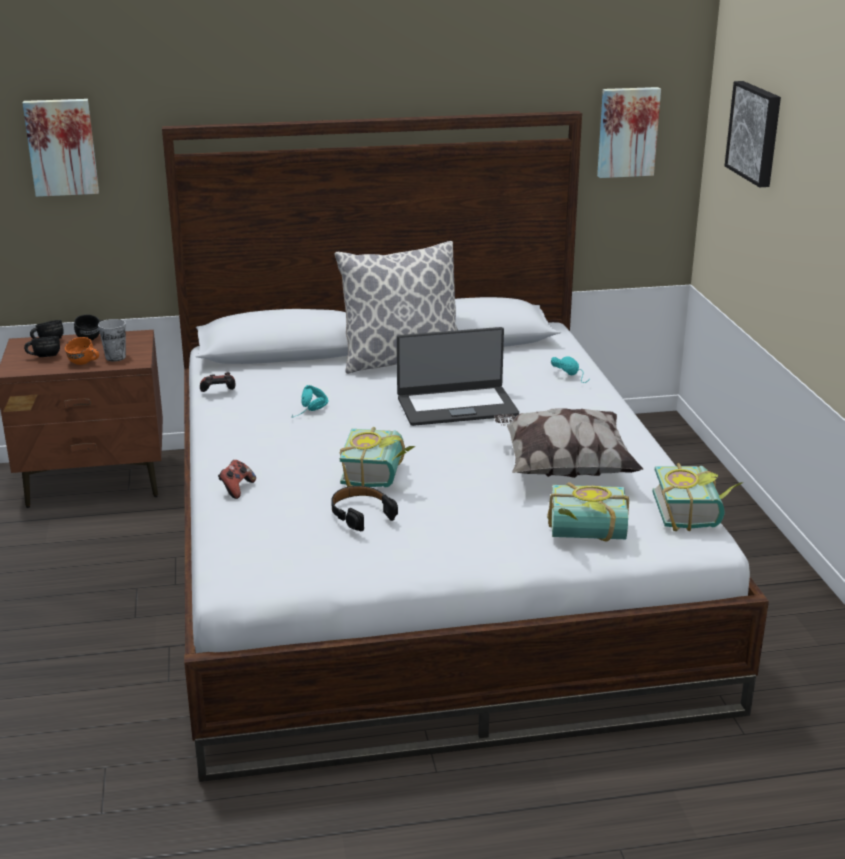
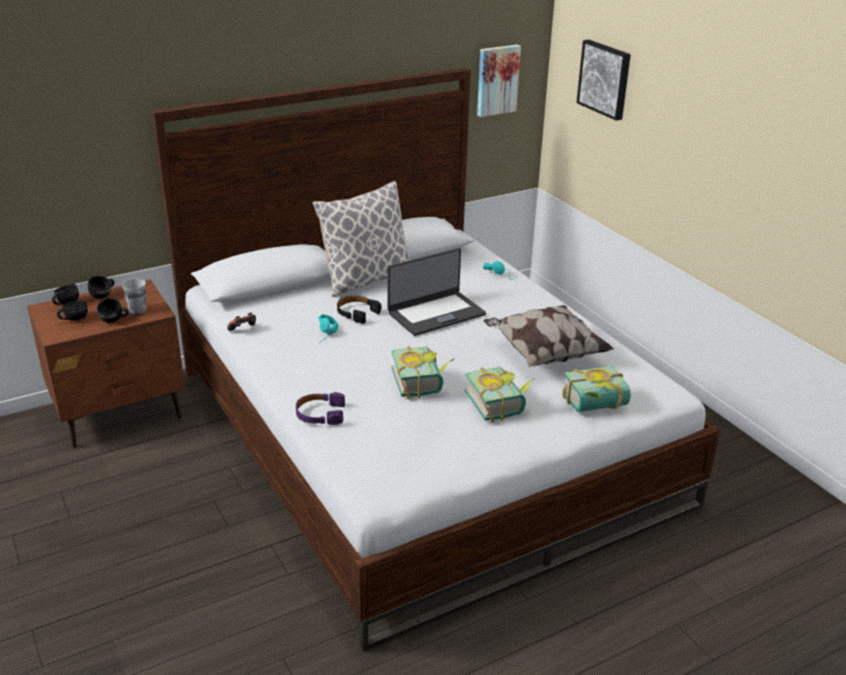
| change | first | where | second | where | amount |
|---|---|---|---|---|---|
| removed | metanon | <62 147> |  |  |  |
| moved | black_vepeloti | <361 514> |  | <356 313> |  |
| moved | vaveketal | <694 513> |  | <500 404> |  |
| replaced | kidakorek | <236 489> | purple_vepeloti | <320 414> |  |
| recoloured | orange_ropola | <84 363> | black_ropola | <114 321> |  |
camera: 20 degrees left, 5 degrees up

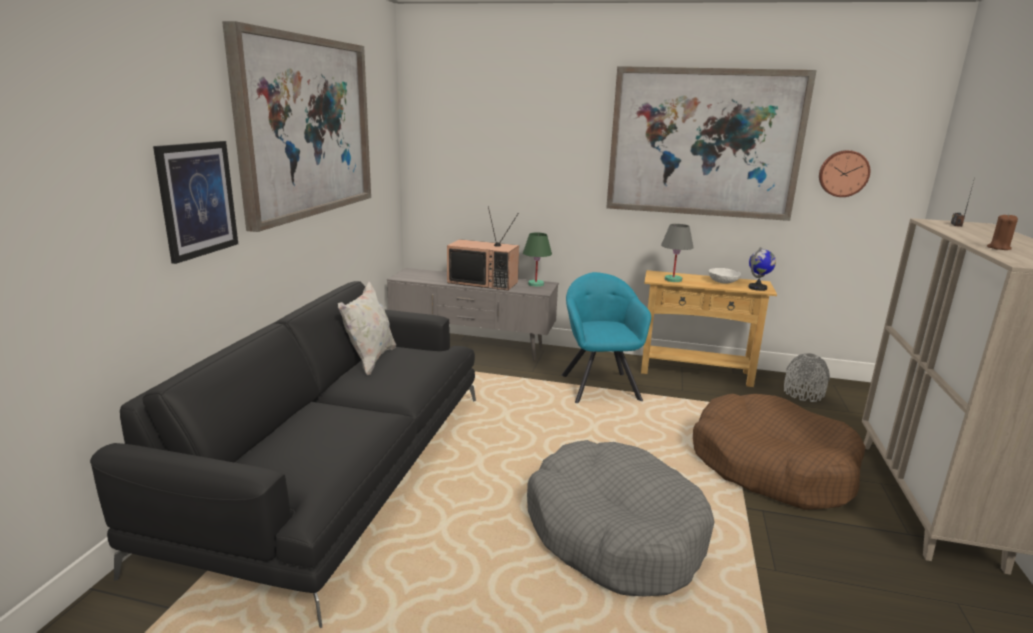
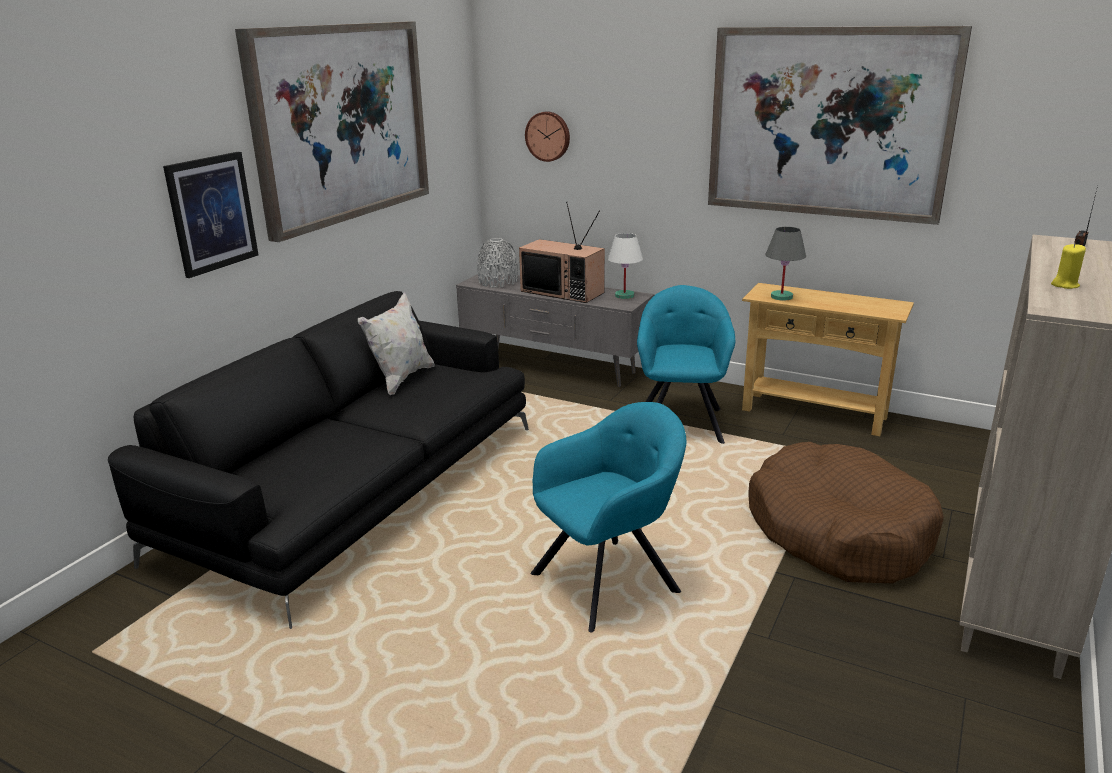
| change | first | where | second | where | amount |
|---|---|---|---|---|---|
| removed | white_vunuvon | <723 282> |  |  |  |
| removed | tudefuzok | <757 288> |  |  |  |
| moved | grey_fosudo | <803 393> |  | <498 282> |  |
| moved | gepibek | <843 173> |  | <548 136> |  |
| replaced | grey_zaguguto | <614 533> | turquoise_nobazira | <609 581> |  |
| recoloured | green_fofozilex | <536 284> | white_fofozilex | <625 295> |  |
| recoloured | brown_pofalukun | <998 248> | yellow_pofalukun | <1065 285> |  |
camera: 15 degrees right, 5 degrees up

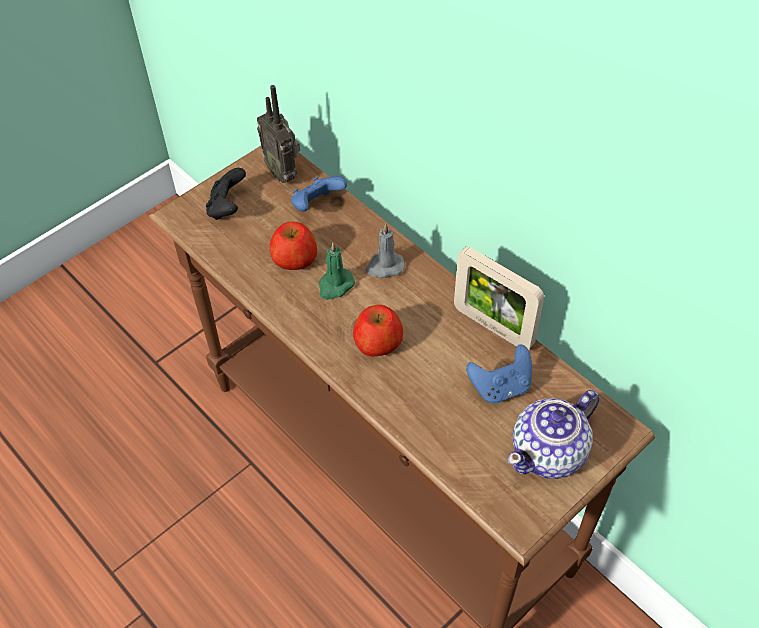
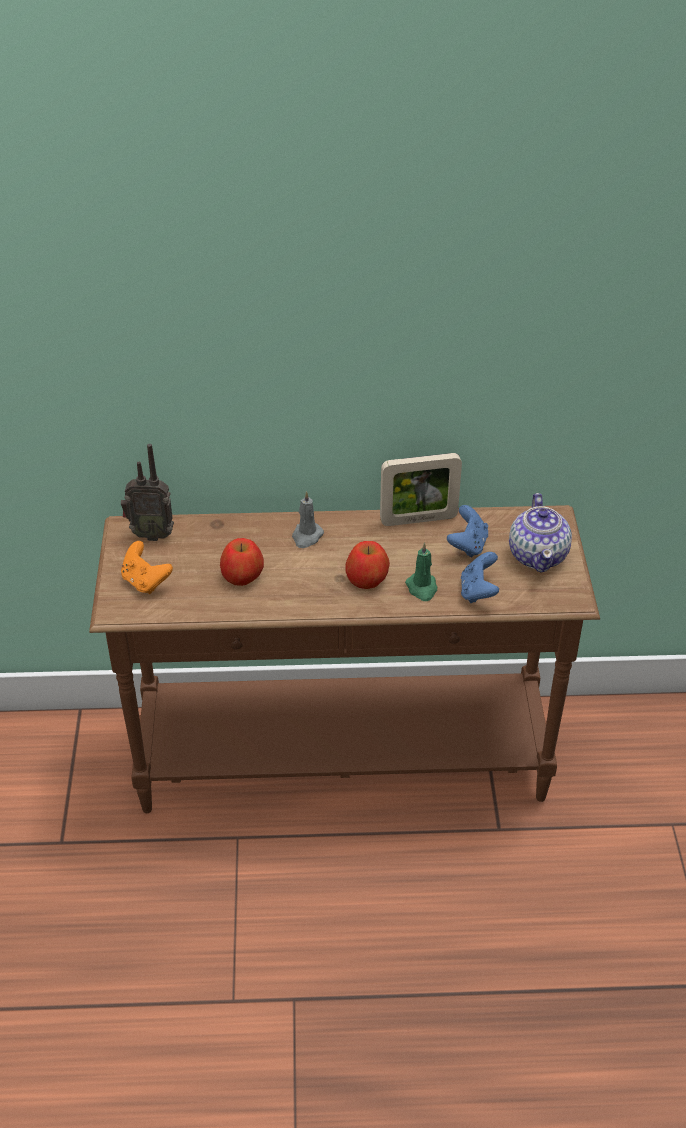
| change | first | where | second | where | amount |
|---|---|---|---|---|---|
| moved | blue_kidakorek | <317 205> |  | <478 591> |  |
| moved | green_pofalukun | <335 286> |  | <422 588> |  |
| recoloured | black_kidakorek | <227 208> | orange_kidakorek | <145 582> |  |
camera: 50 degrees left, 10 degrees down

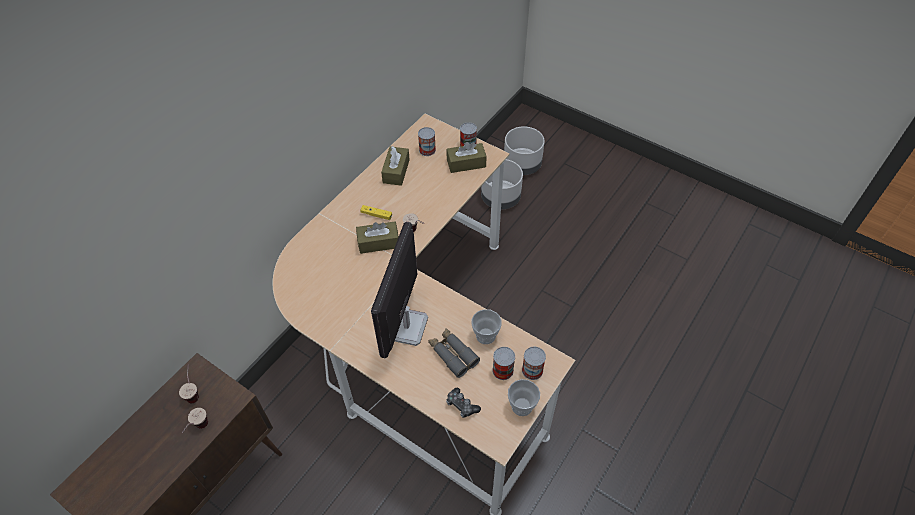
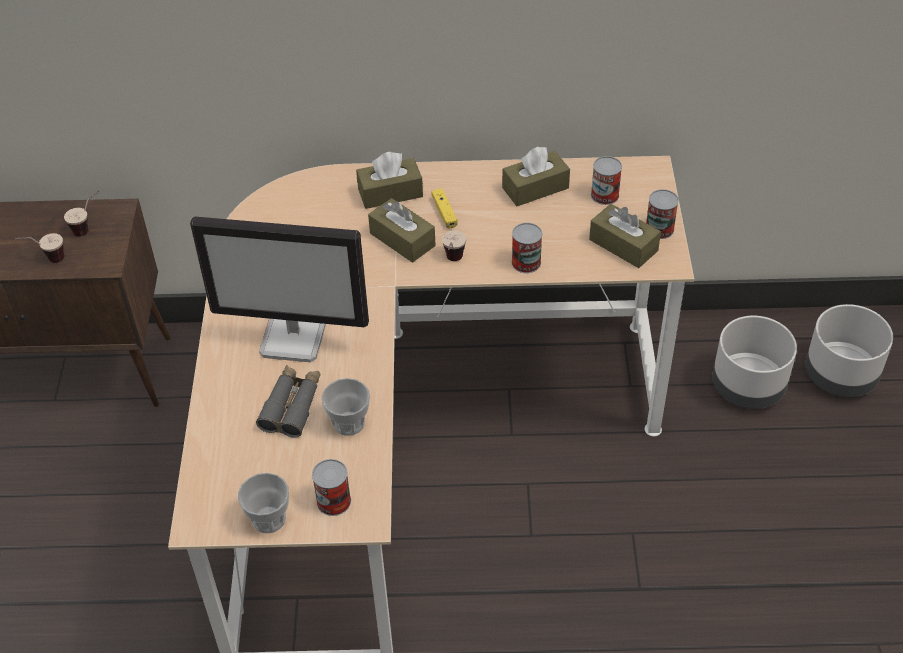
| change | first | where | second | where | amount |
|---|---|---|---|---|---|
| removed | kidakorek | <461 405> |  |  |  |
| added |  |  | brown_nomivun | <390 193> |  |
| moved | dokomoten | <502 370> |  | <526 262> |  |
| turned | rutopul | <405 328> |  | <295 338> | 150 degrees counterclockwise |
camera: 55 degrees right, 5 degrees down

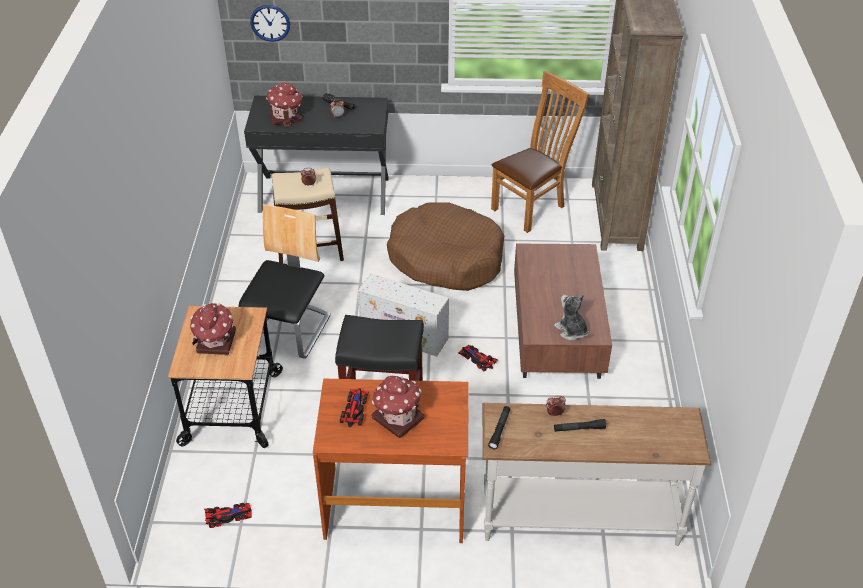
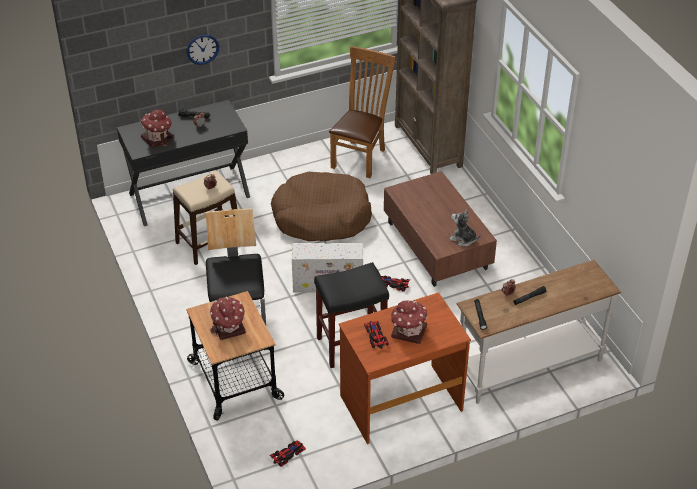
| change | first | where | second | where | amount |
|---|---|---|---|---|---|
| moved | gepibek | <270 23> |  | <202 49> |  |
camera: 25 degrees left, 0 degrees up

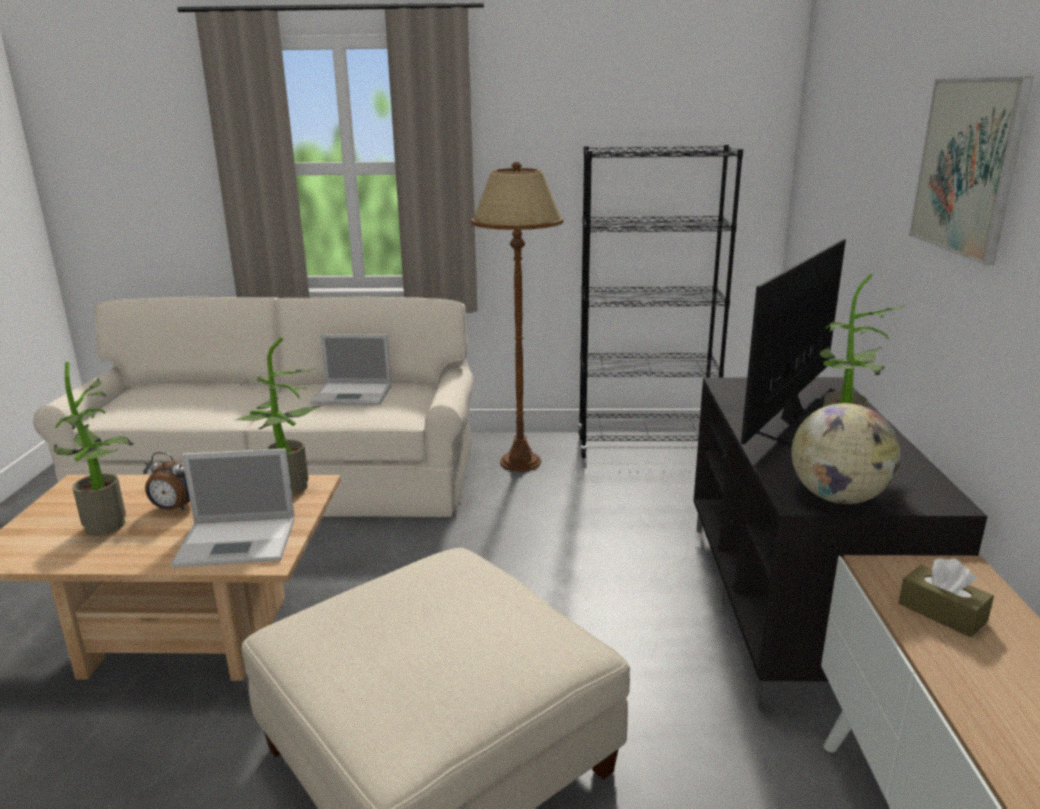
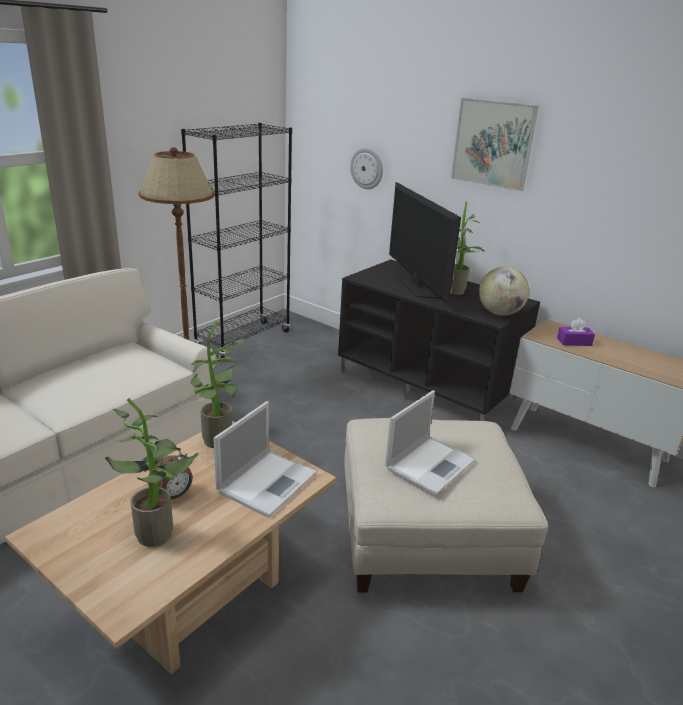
| change | first | where | second | where | amount |
|---|---|---|---|---|---|
| added |  |  | gepibek | <367 168> |  |
| moved | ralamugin | <354 394> |  | <431 464> |  |
| recoloured | brown_nomivun | <942 612> | purple_nomivun | <574 342> |  |
camera: 55 degrees left, 5 degrees up

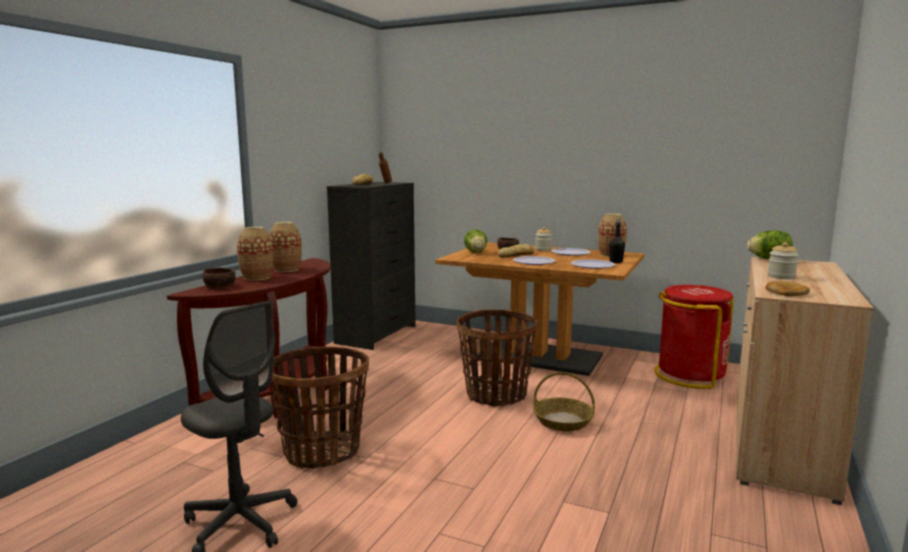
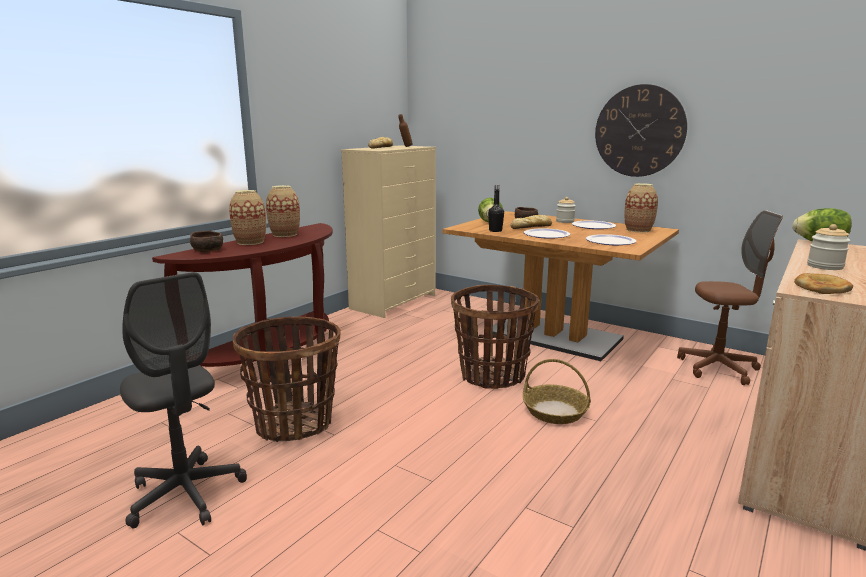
| change | first | where | second | where | amount |
|---|---|---|---|---|---|
| added |  |  | gepibek | <639 131> |  |
| moved | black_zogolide | <616 262> |  | <495 230> |  |
| replaced | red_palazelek | <689 375> | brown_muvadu | <718 368> |  |
| recoloured | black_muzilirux | <377 334> | beige_muzilirux | <394 301> |  |
camera: 10 degrees right, 5 degrees up

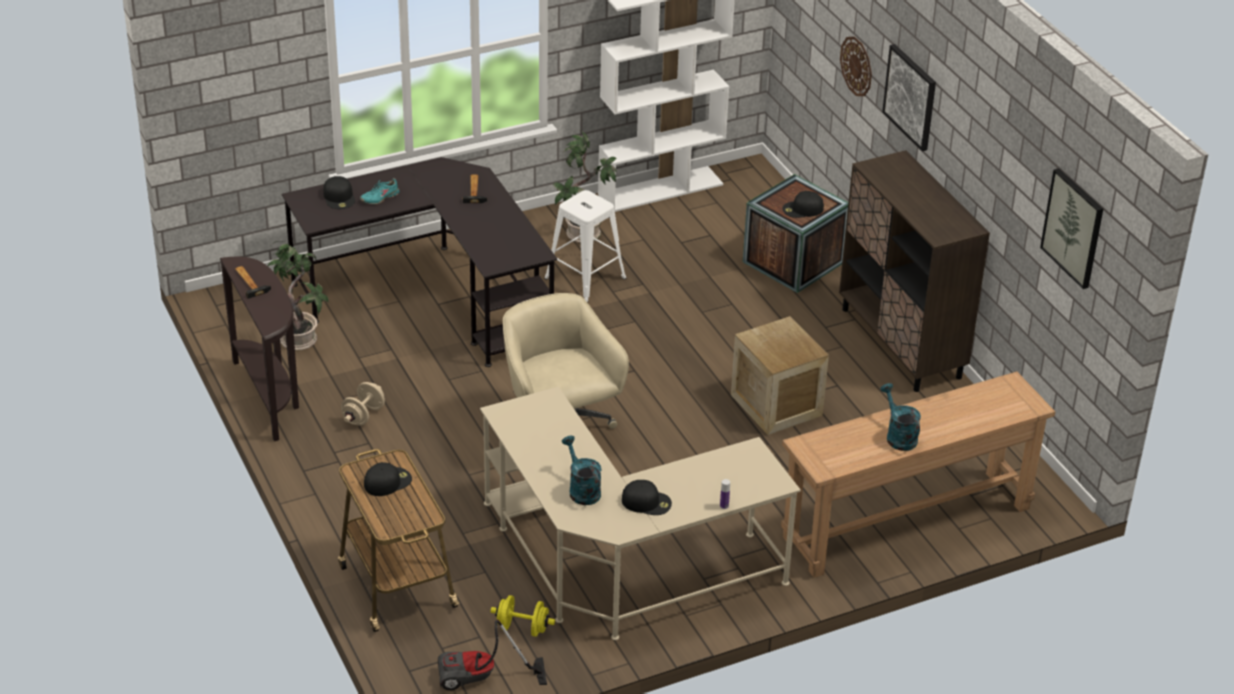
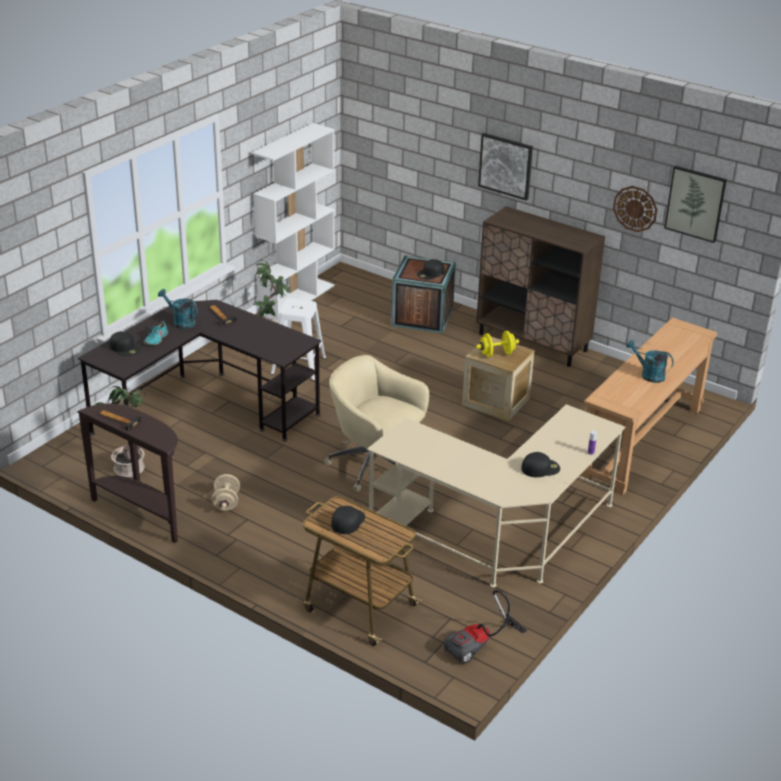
| change | first | where | second | where | amount |
|---|---|---|---|---|---|
| moved | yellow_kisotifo | <522 628> |  | <497 354> |  |
| moved | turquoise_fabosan | <581 489> |  | <180 322> |  |
| moved | gepibek | <856 66> |  | <635 208> |  |
camera: 30 degrees left, 5 degrees down

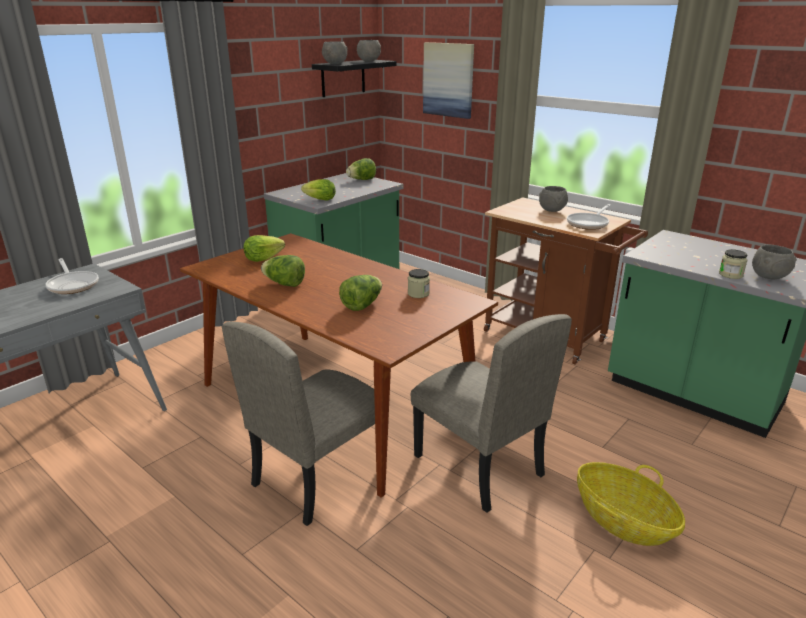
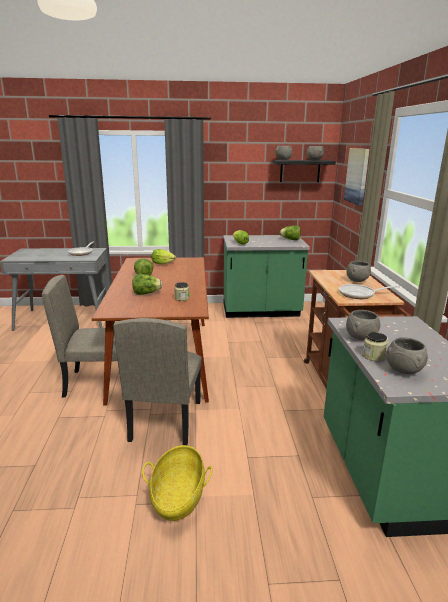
| change | first | where | second | where | amount |
|---|---|---|---|---|---|
| added |  |  | grey_vunuvon | <361 338> |  |
camera: 45 degrees right, 5 degrees down

